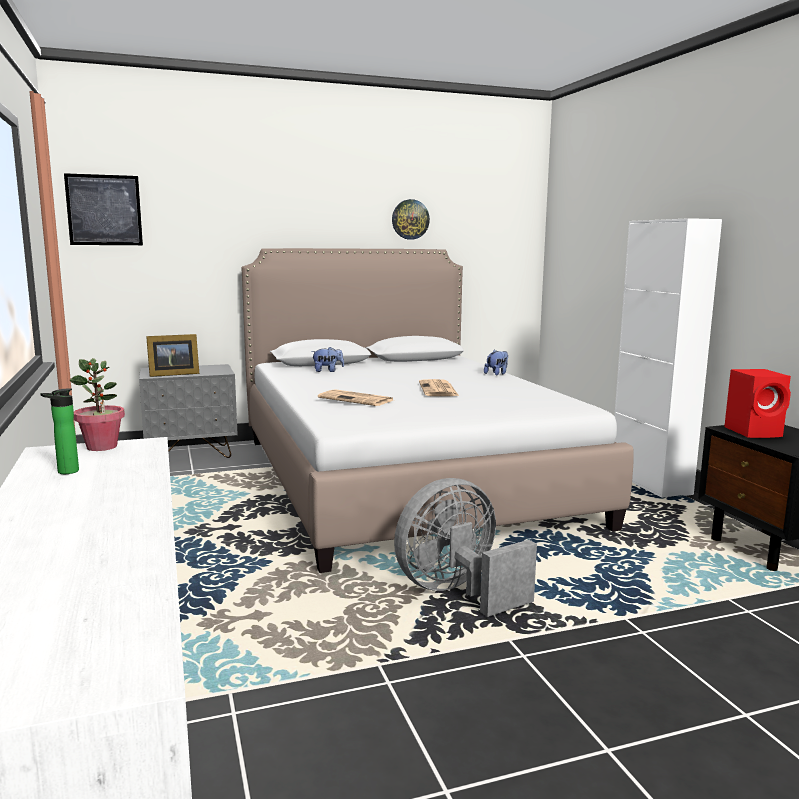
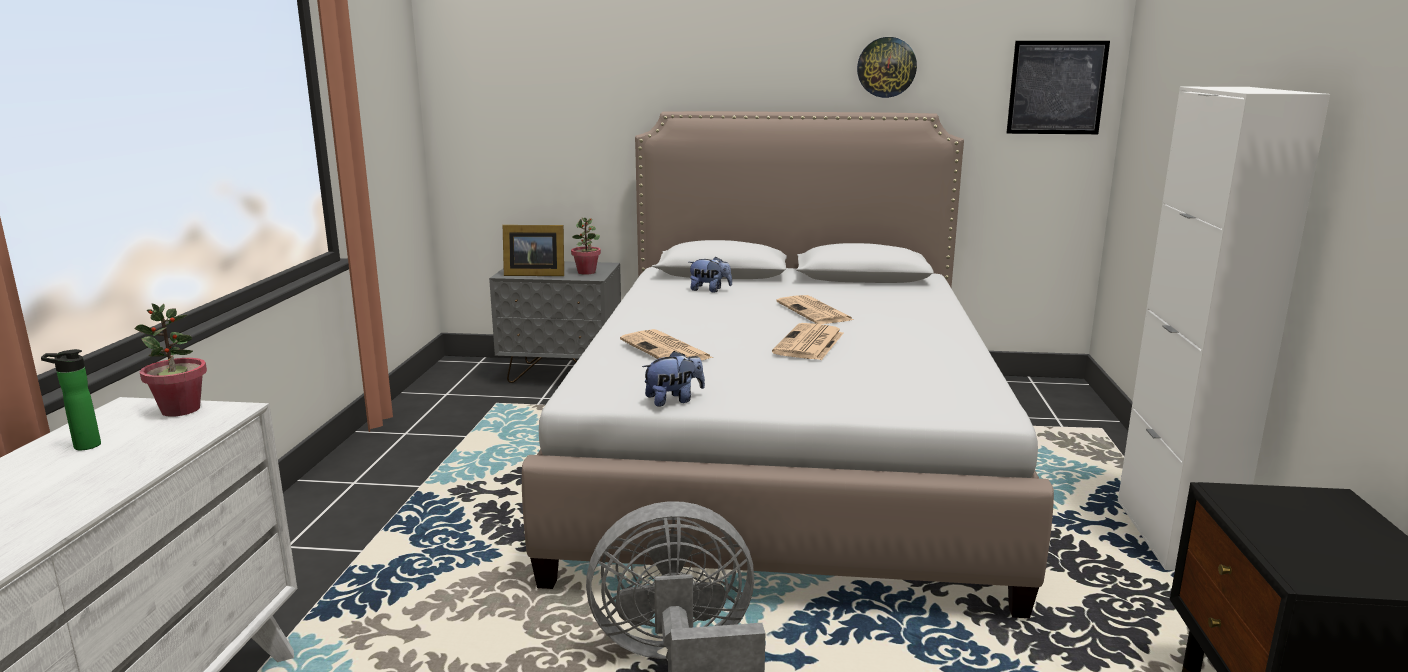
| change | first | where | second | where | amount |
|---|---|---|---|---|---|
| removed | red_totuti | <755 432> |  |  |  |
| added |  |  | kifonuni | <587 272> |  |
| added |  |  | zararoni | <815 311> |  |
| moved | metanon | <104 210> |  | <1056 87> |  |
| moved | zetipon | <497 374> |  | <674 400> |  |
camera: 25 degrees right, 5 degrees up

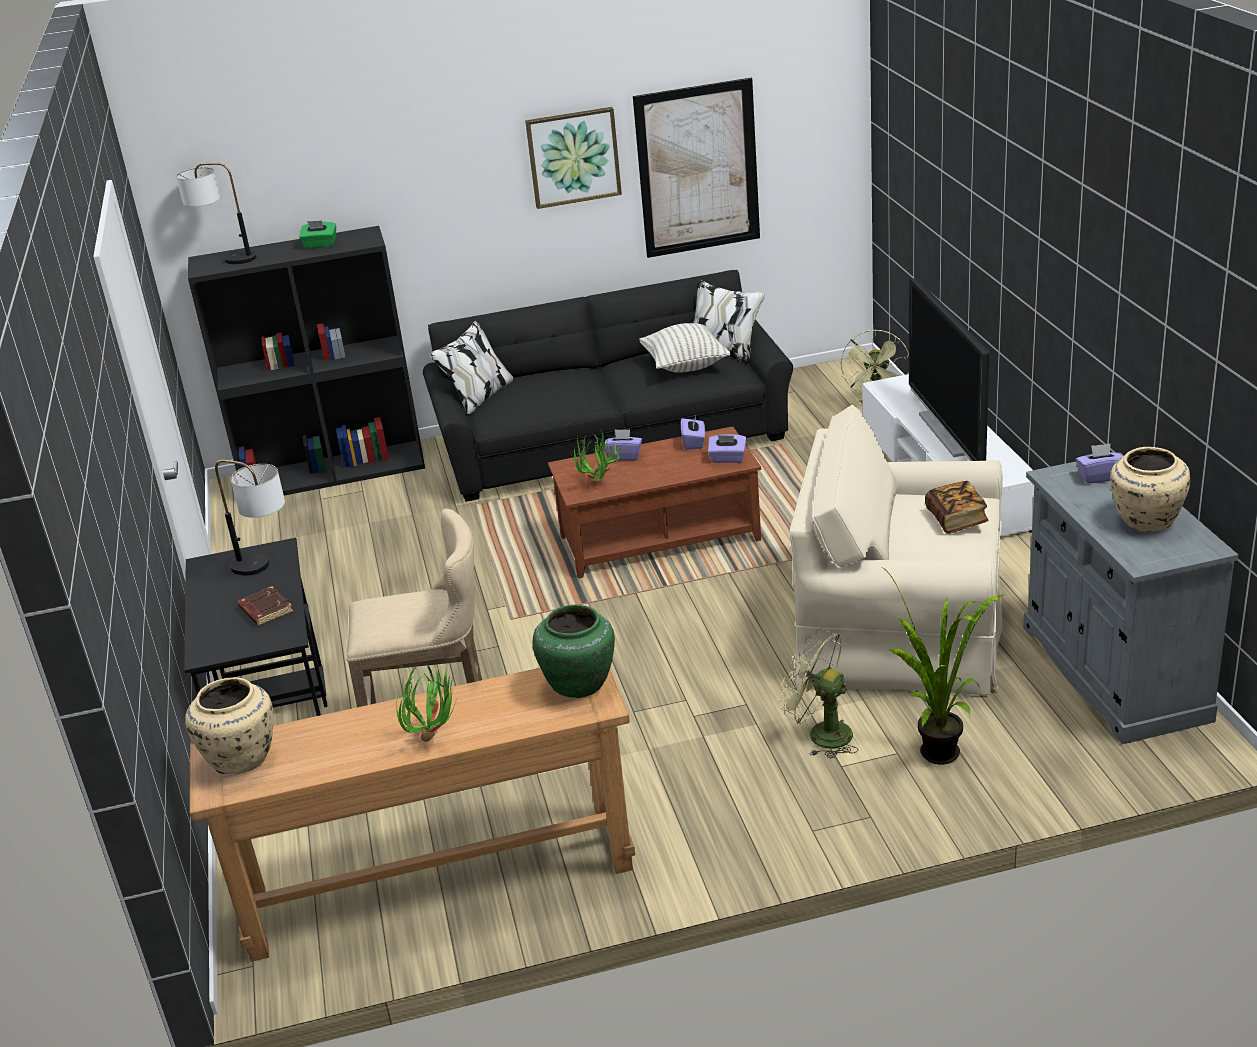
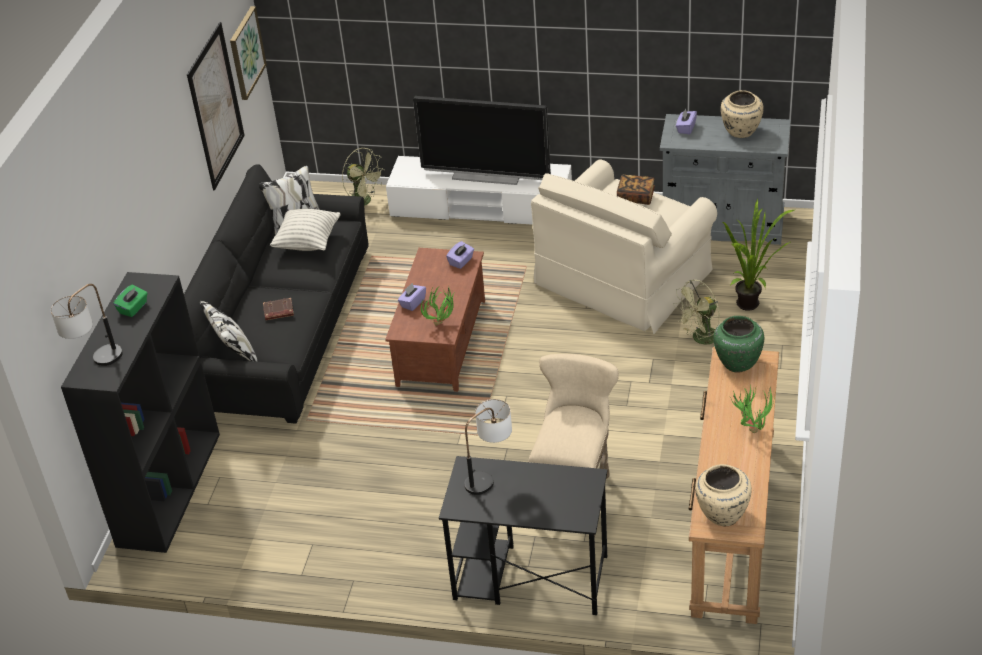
| change | first | where | second | where | amount |
|---|---|---|---|---|---|
| removed | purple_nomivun | <694 442> |  |  |  |
| moved | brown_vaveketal | <265 610> |  | <278 312> |  |
| moved | metanon | <573 157> |  | <246 52> |  |
camera: 65 degrees left, 10 degrees up

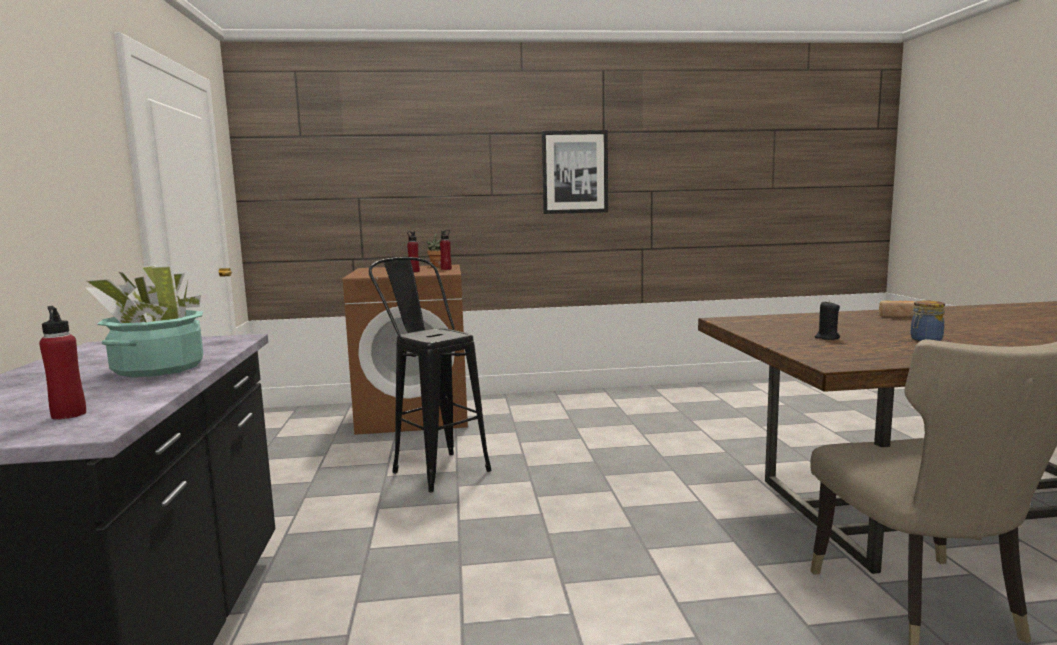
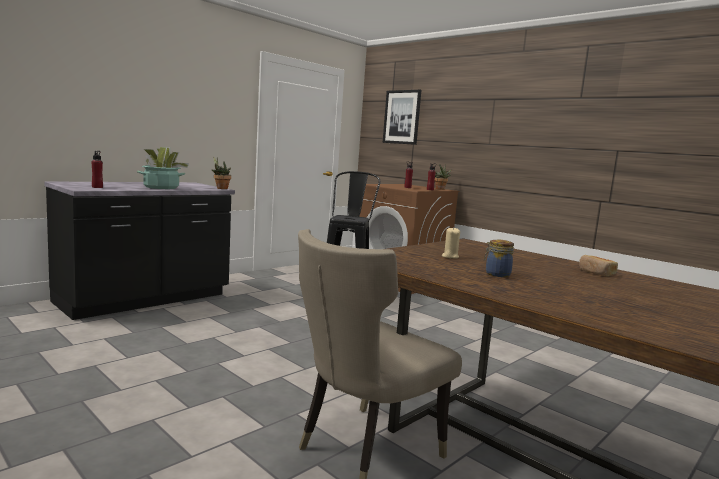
| change | first | where | second | where | amount |
|---|---|---|---|---|---|
| added |  |  | kifonuni | <220 188> |  |
| moved | metanon | <574 172> |  | <402 117> |  |
| recoloured | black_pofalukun | <827 338> | beige_pofalukun | <450 256> |  |
camera: 50 degrees right, 0 degrees up

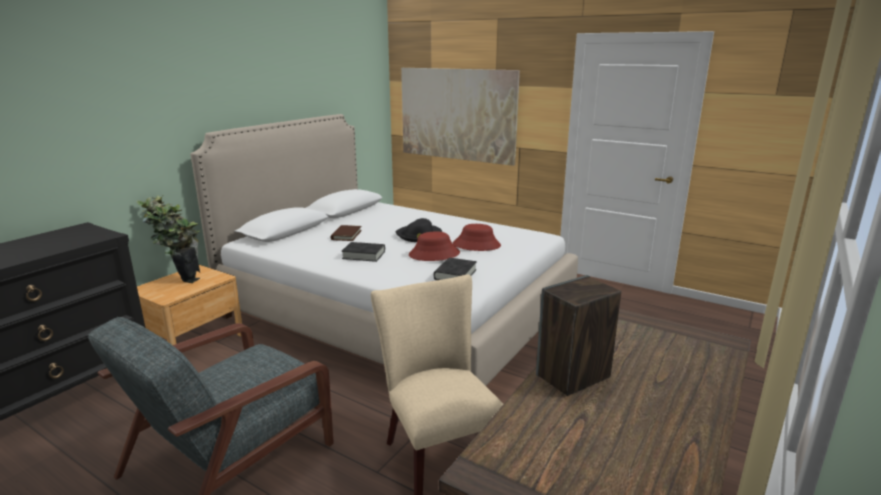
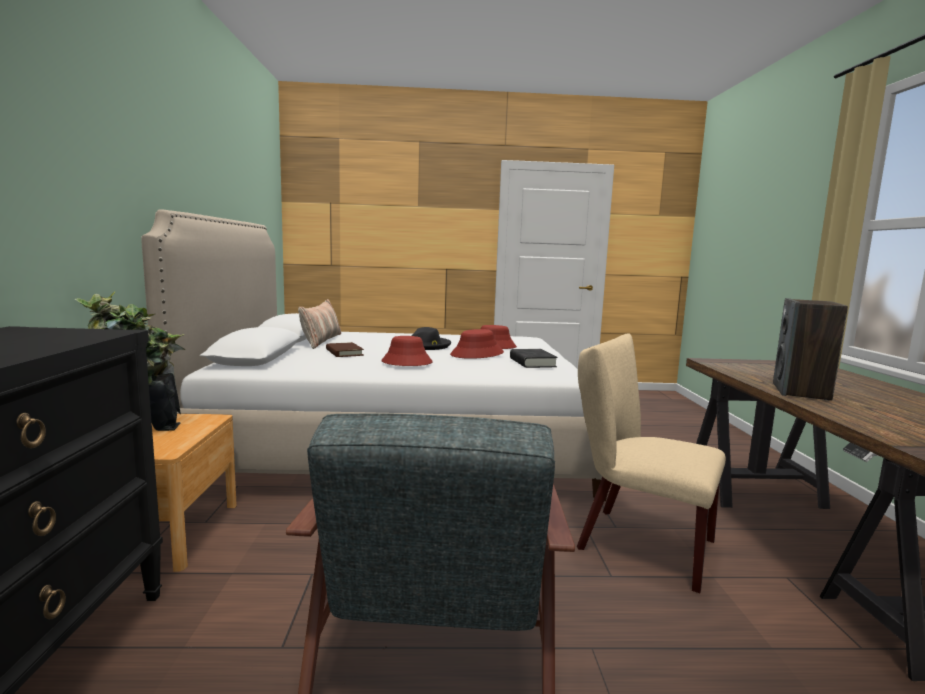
| change | first | where | second | where | amount |
|---|---|---|---|---|---|
| removed | metanon | <457 114> |  |  |  |
| added |  |  | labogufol | <321 340> |  |
| replaced | black_vaveketal | <364 255> | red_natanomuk | <406 362> |  |
camera: 35 degrees left, 10 degrees down

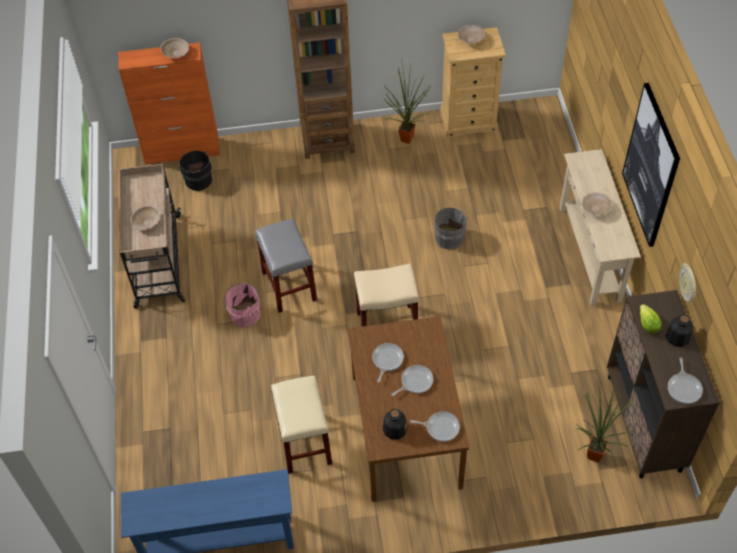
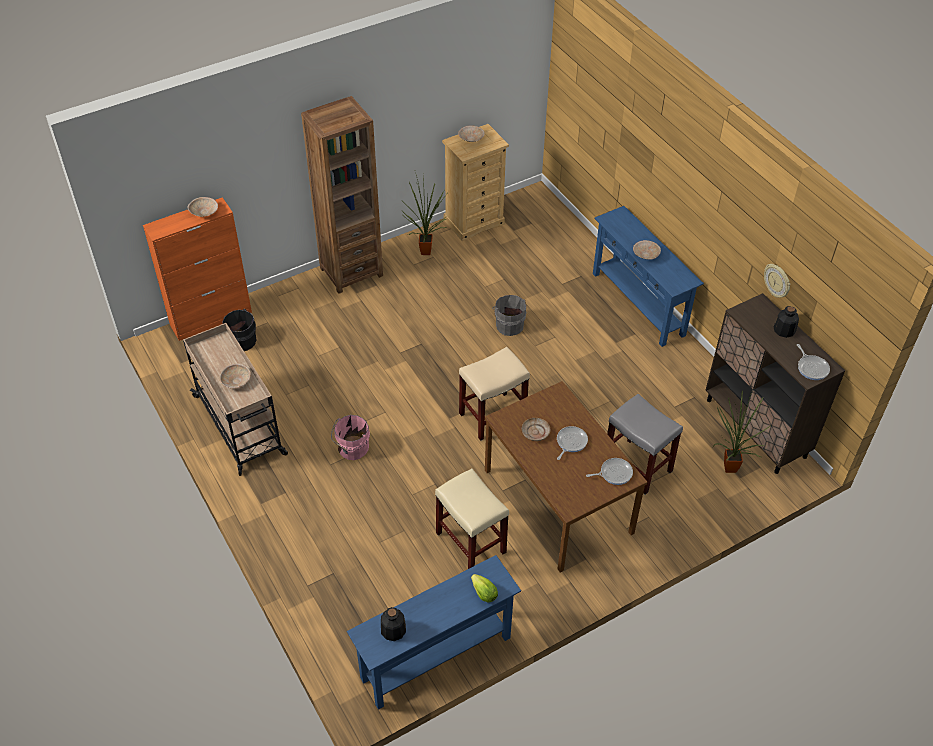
| change | first | where | second | where | amount |
|---|---|---|---|---|---|
| removed | metanon | <651 166> |  |  |  |
| moved | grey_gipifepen | <289 286> |  | <638 466> |  |
| moved | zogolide | <394 429> |  | <393 630> |  |
| moved | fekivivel | <647 325> |  | <484 594> |  |
| replaced | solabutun | <387 360> | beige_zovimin | <535 432> |  |
| recoloured | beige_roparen | <590 253> | blue_roparen | <638 304> |  |
camera: 25 degrees left, 5 degrees down

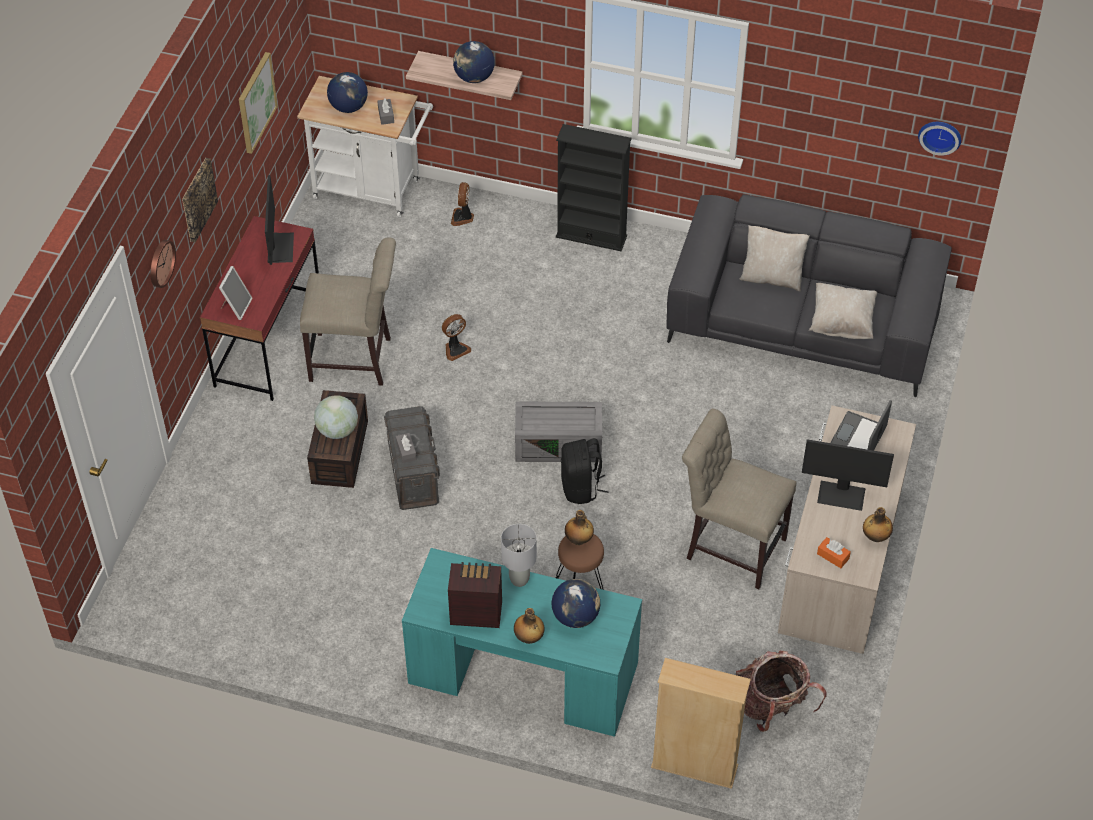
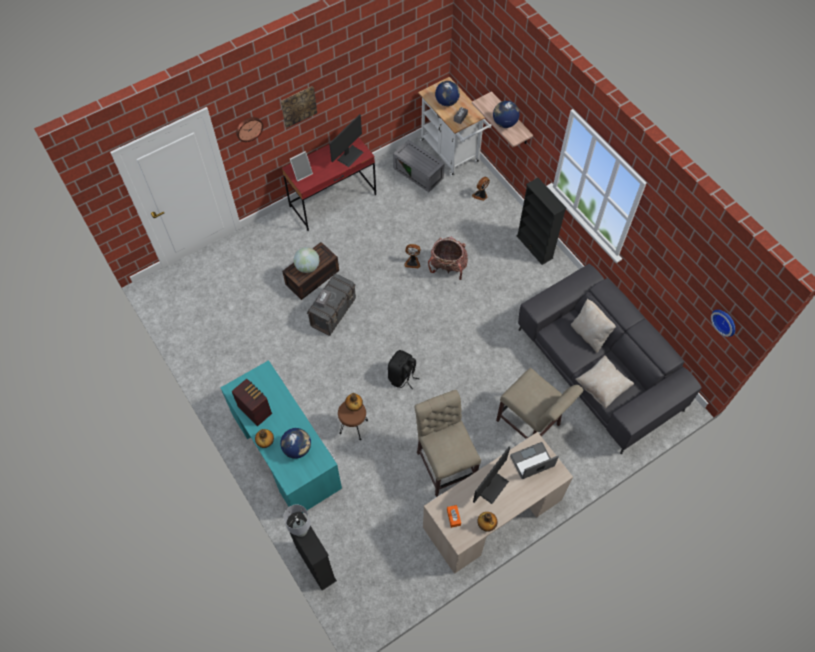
| change | first | where | second | where | amount |
|---|---|---|---|---|---|
| removed | metanon | <256 102> |  |  |  |
| moved | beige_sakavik | <355 360> |  | <530 425> |  |
| moved | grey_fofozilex | <519 580> |  | <301 531> |  |
| moved | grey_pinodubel | <559 444> |  | <419 173> |  |
| moved | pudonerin | <772 706> |  | <447 267> |  |
| recoloured | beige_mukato | <694 767> | black_mukato | <315 564> |  |
| turned | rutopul | <841 495> |  | <492 486> | 105 degrees counterclockwise |
camera: 40 degrees right, 10 degrees up

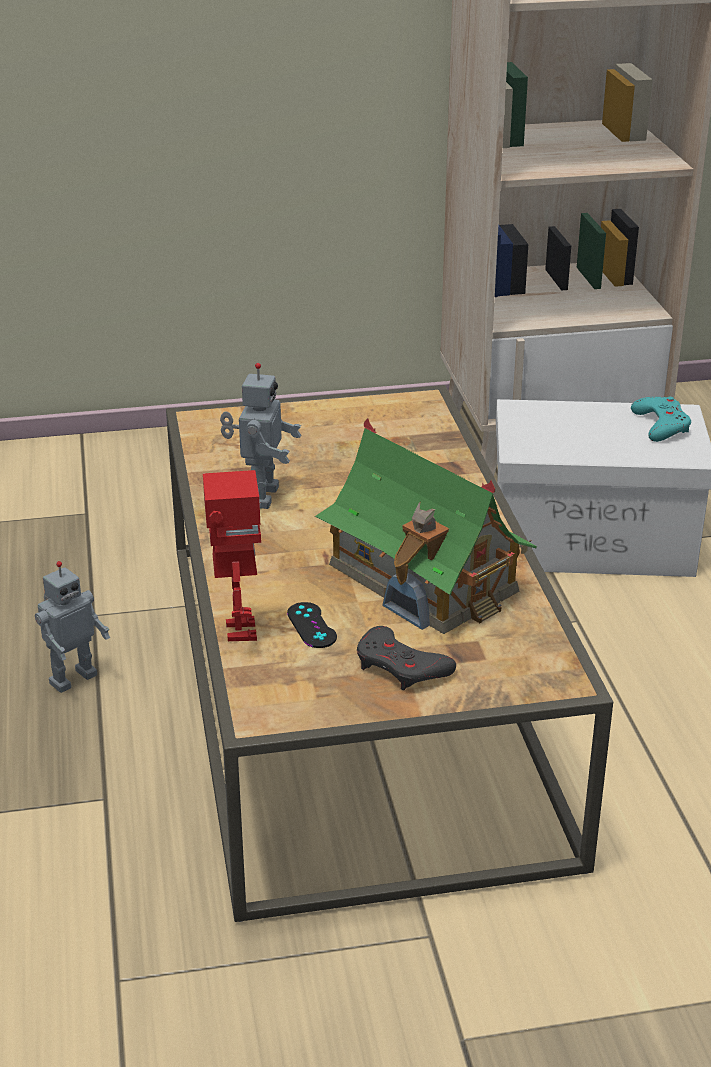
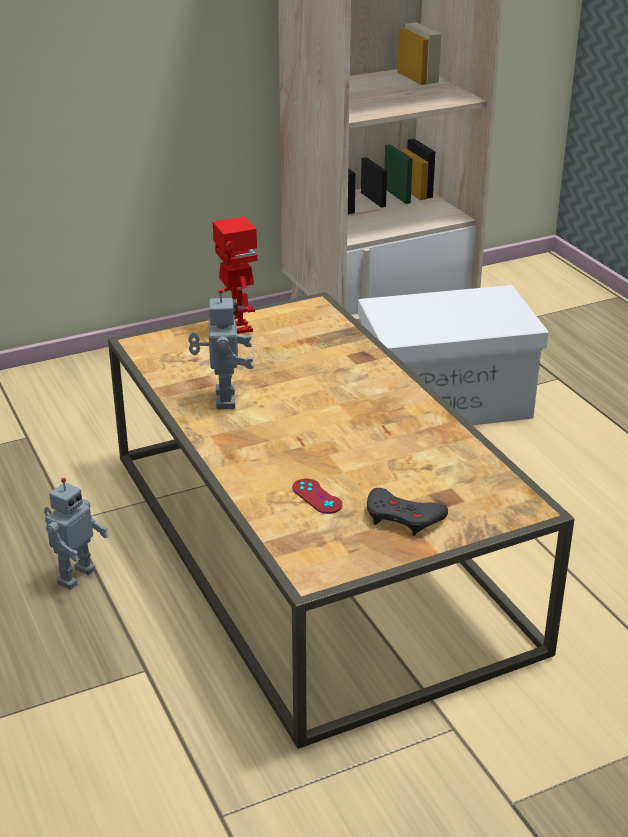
| change | first | where | second | where | amount |
|---|---|---|---|---|---|
| removed | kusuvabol | <424 578> |  |  |  |
| removed | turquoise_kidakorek | <661 425> |  |  |  |
| moved | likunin | <239 631> |  | <238 328> |  |
| recoloured | black_kidakorek | <311 625> | red_kidakorek | <317 496> |  |
camera: 15 degrees left, 0 degrees up

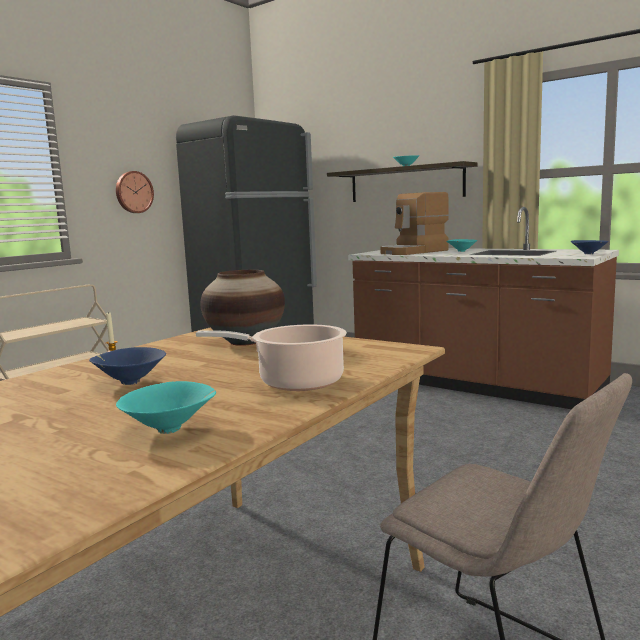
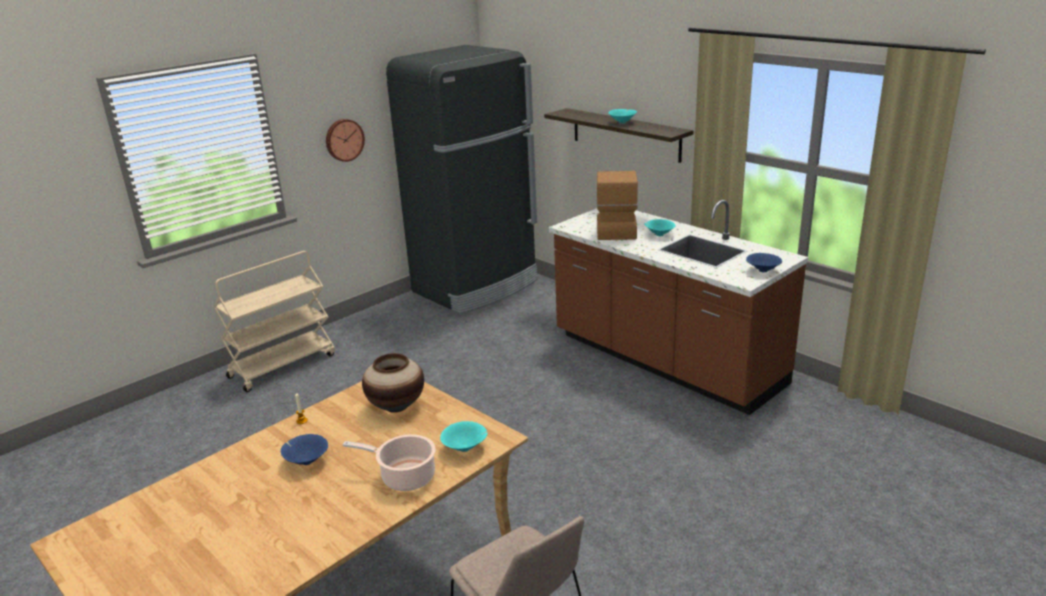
| change | first | where | second | where | amount |
|---|---|---|---|---|---|
| moved | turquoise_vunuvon | <171 429> |  | <465 448> |  |
| turned | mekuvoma | <414 252> |  | <615 228> | 120 degrees clockwise |
camera: 10 degrees right, 15 degrees up

